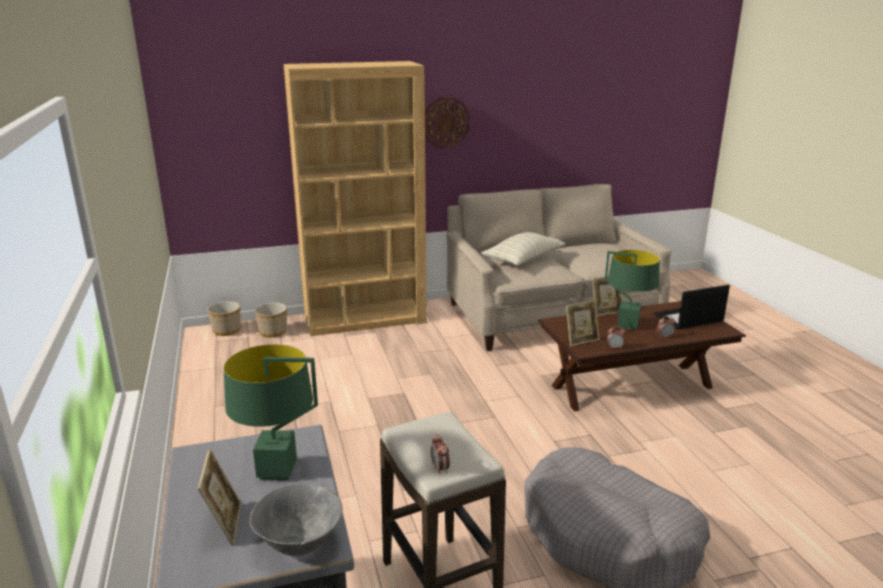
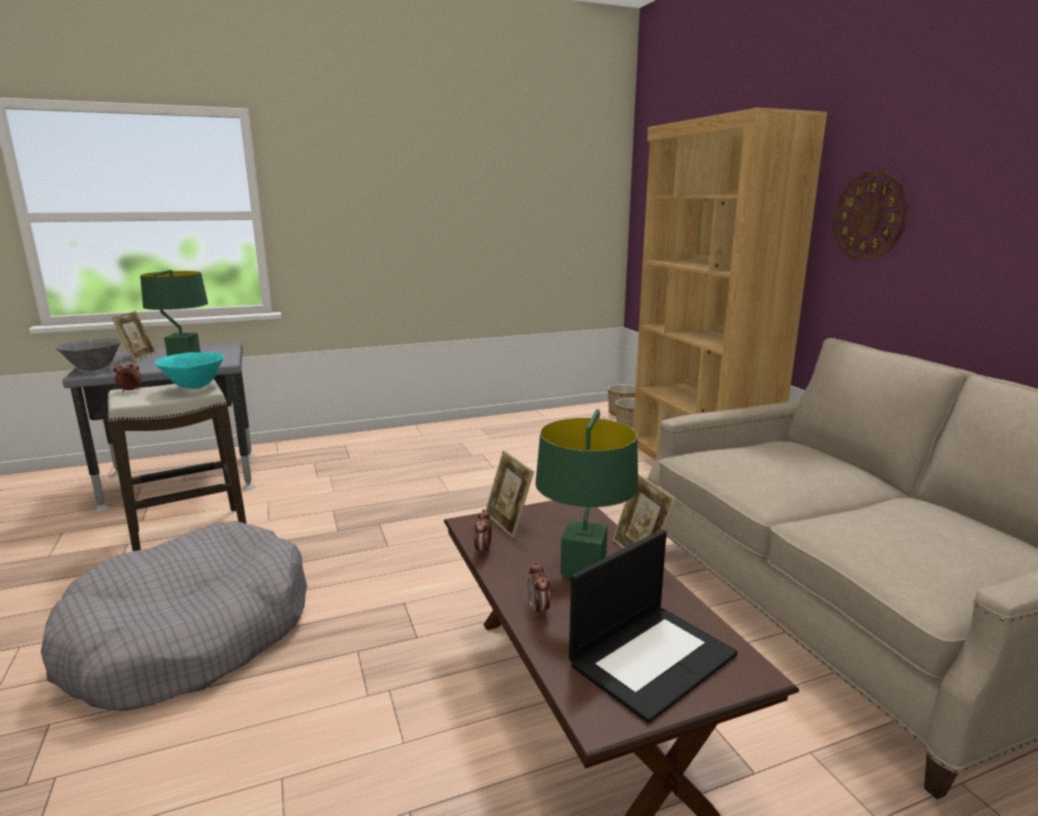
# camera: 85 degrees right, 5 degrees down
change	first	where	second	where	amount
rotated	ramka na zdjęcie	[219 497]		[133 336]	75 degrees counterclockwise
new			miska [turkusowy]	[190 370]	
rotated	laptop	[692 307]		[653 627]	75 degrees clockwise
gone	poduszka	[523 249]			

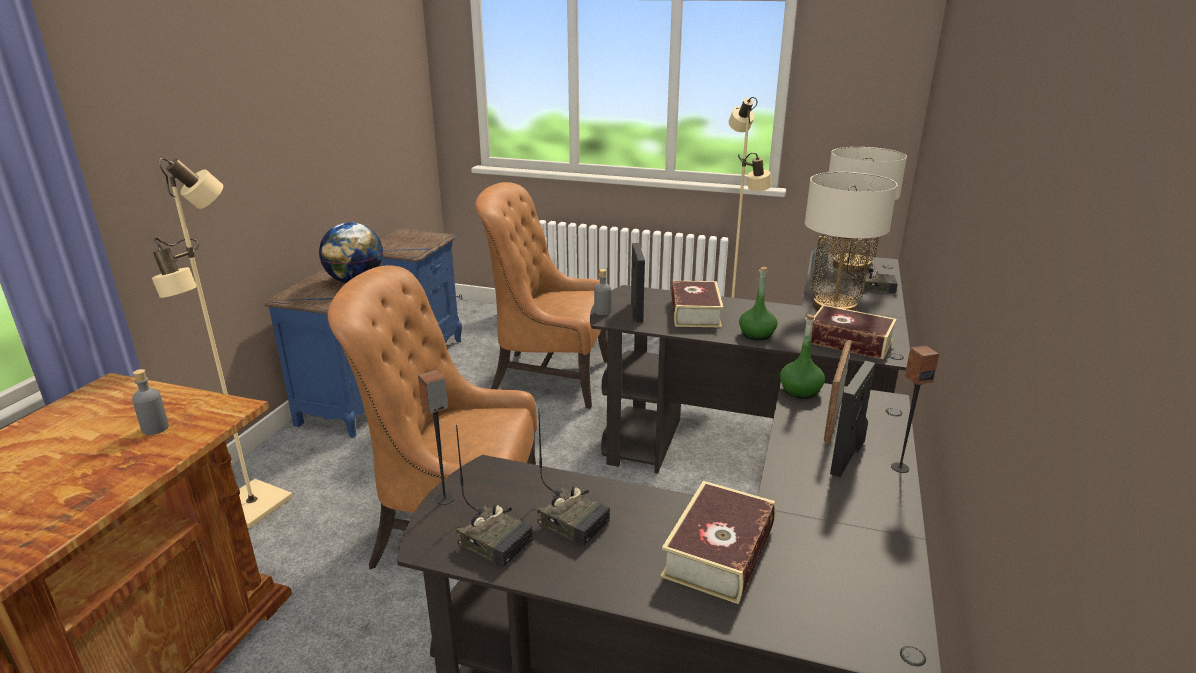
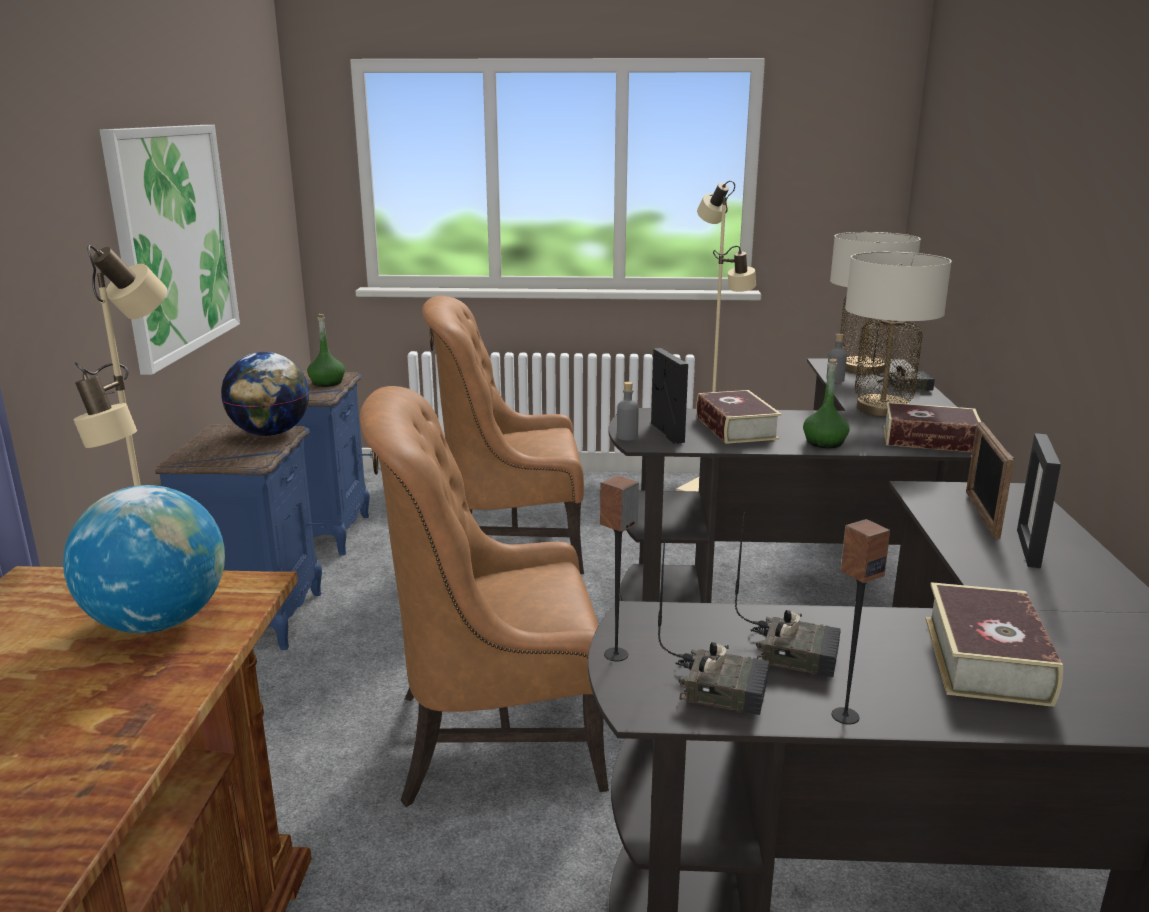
# camera: 15 degrees left, 5 degrees down
change	first	where	second	where	amount
swapped	butelka [szary]	[150 402]	globus	[144 559]	
new			obraz	[170 250]	
shifted	butelka [zielony]	[802 356]		[326 350]	
shifted	głośnik	[915 409]		[861 622]	

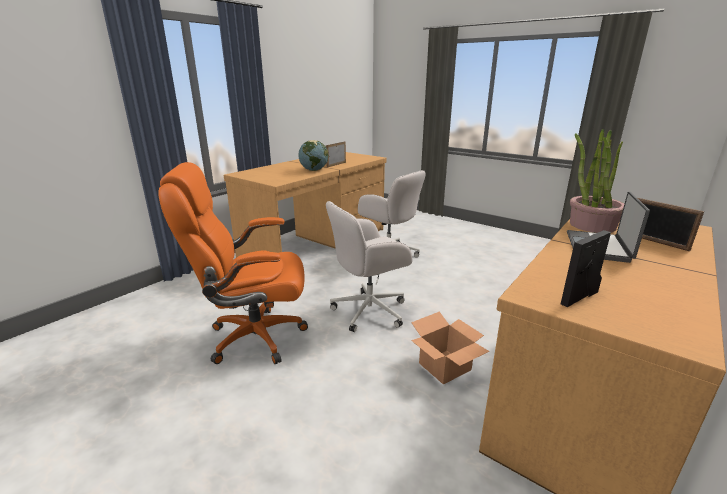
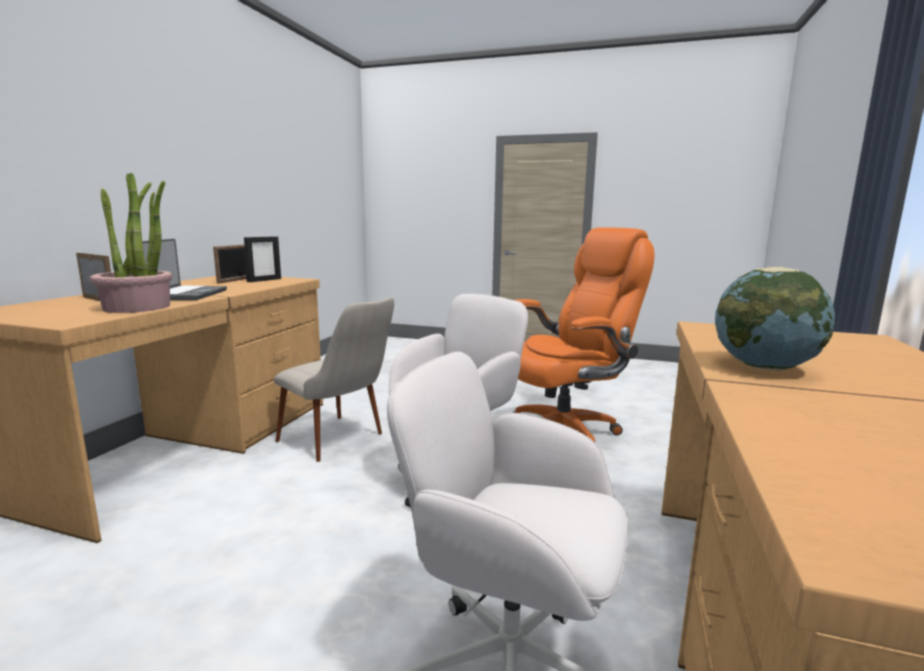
# camera: 160 degrees right, 10 degrees down
change	first	where	second	where	amount
shifted	ramka na zdjęcie	[336 155]		[229 264]	
swapped	karton	[450 348]	krzesło [beżowy]	[334 379]	

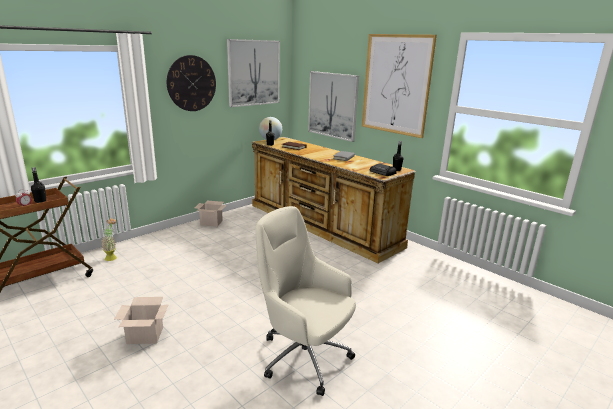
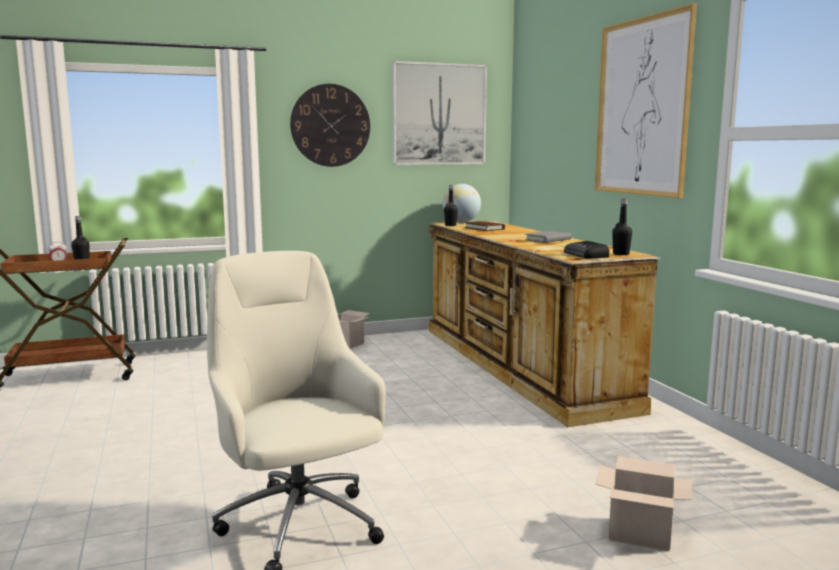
# camera: 25 degrees right, 10 degrees down
change	first	where	second	where	amount
shifted	karton	[141 320]		[643 503]	
gone	roślina doniczkowa	[109 239]			
gone	obraz	[333 106]			

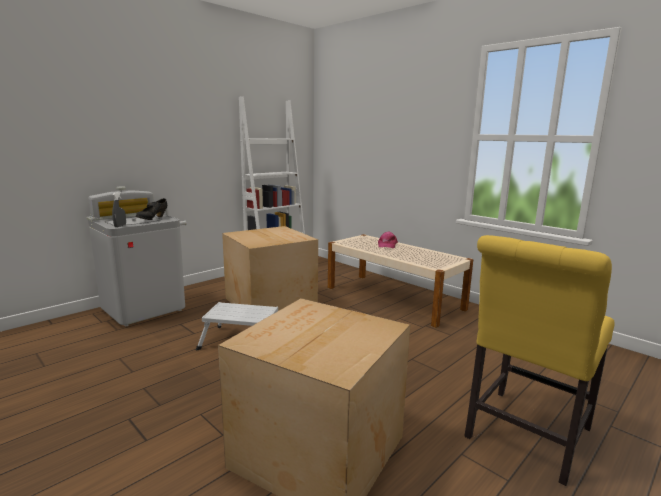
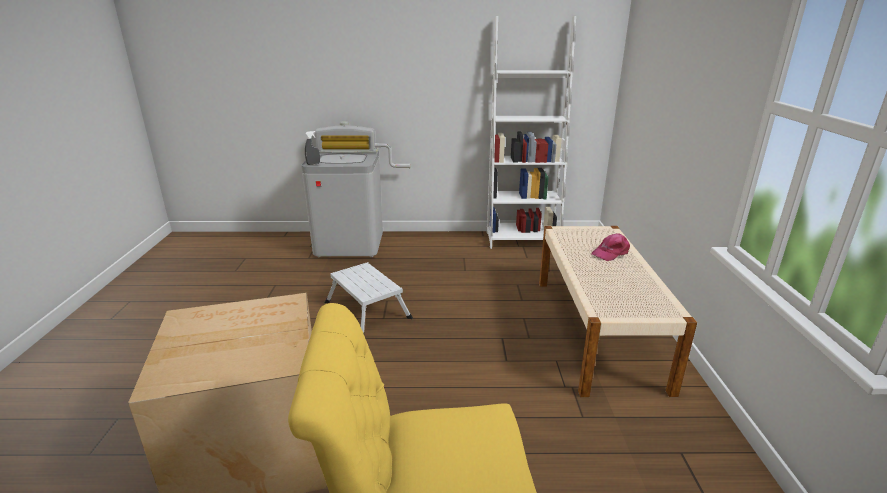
# camera: 45 degrees right, 10 degrees up
change	first	where	second	where	amount
gone	but [czarny]	[151 209]			
gone	karton	[270 268]			

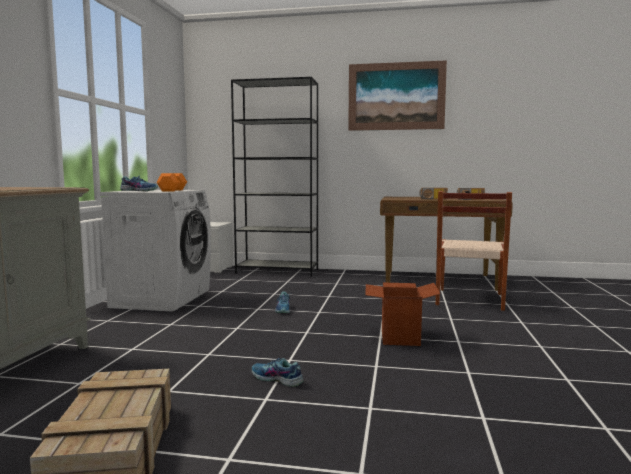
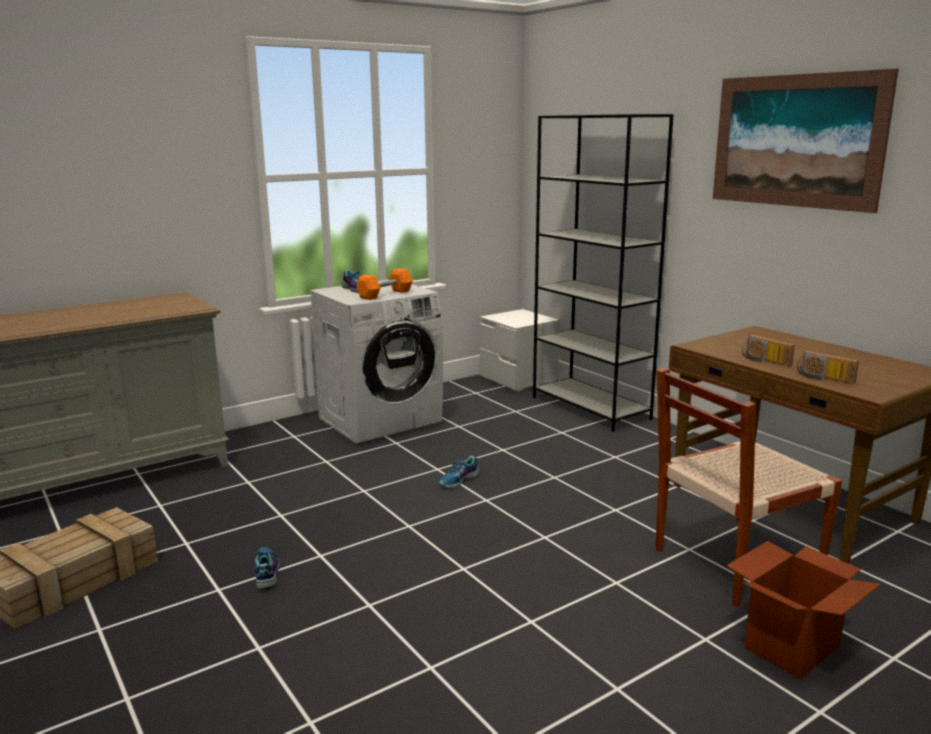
# camera: 45 degrees right, 10 degrees up
change	first	where	second	where	amount
shifted	karton	[403 314]		[803 610]	

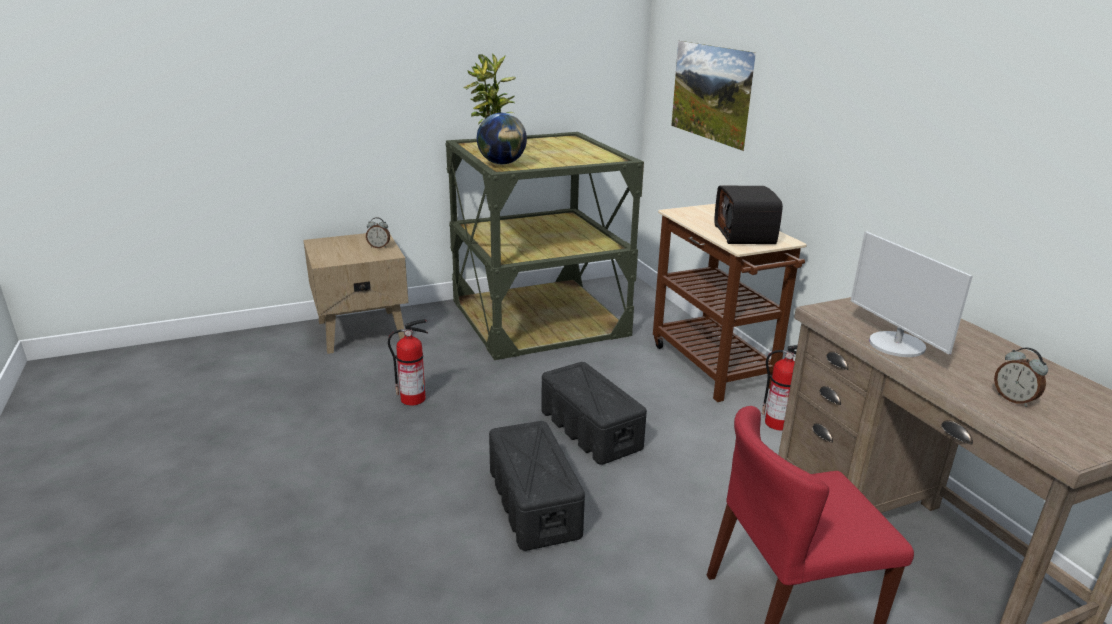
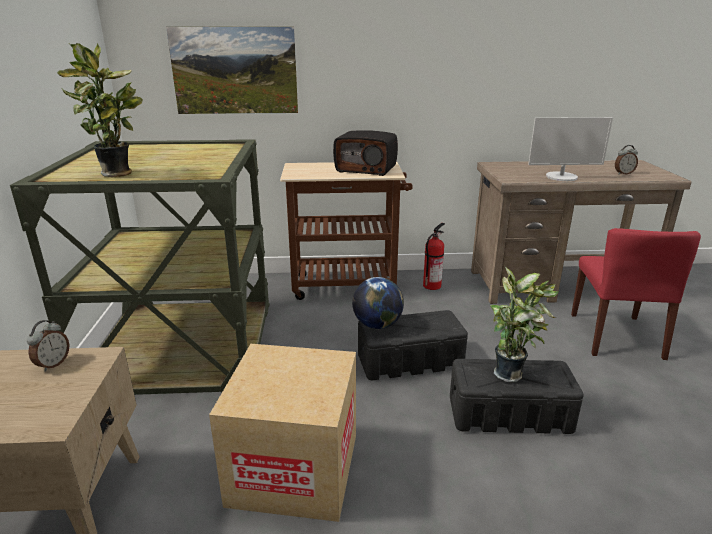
# camera: 70 degrees left, 0 degrees up
change	first	where	second	where	amount
swapped	gaśnica	[408 362]	karton	[282 433]	
shifted	globus	[502 138]		[378 303]	
new			roślina doniczkowa	[524 323]	

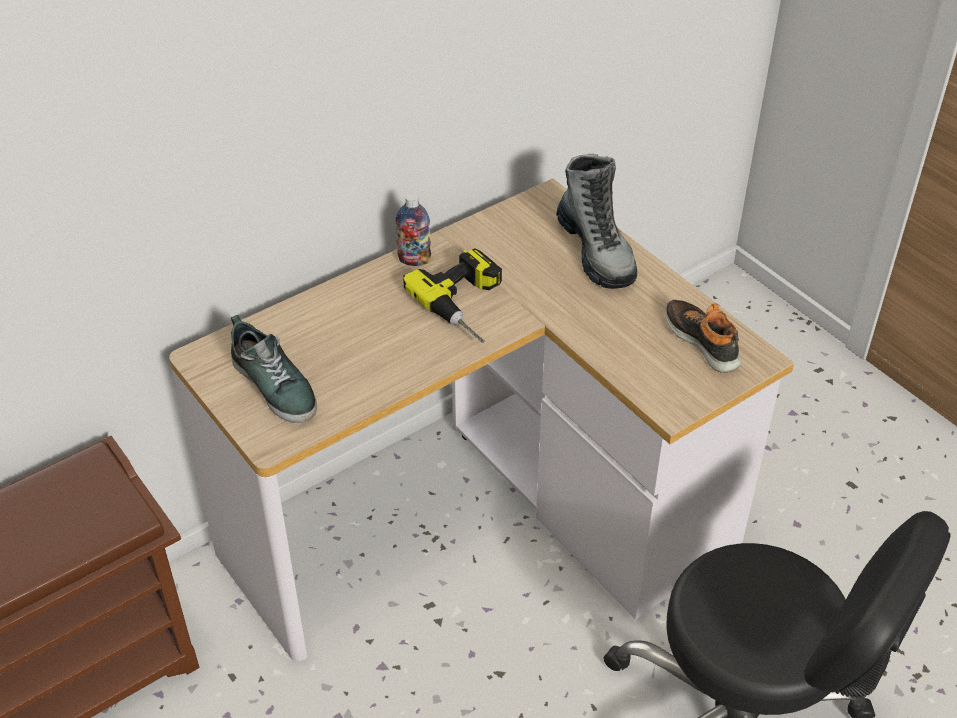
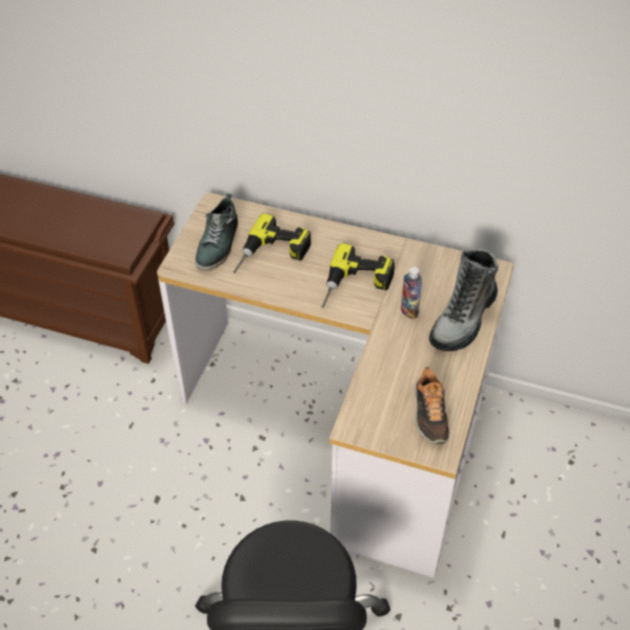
# camera: 55 degrees right, 5 degrees up
change	first	where	second	where	amount
new			wiertarka	[272 243]	
shifted	butelka	[413 229]		[411 293]	
rotated	but	[703 336]		[432 405]	150 degrees clockwise

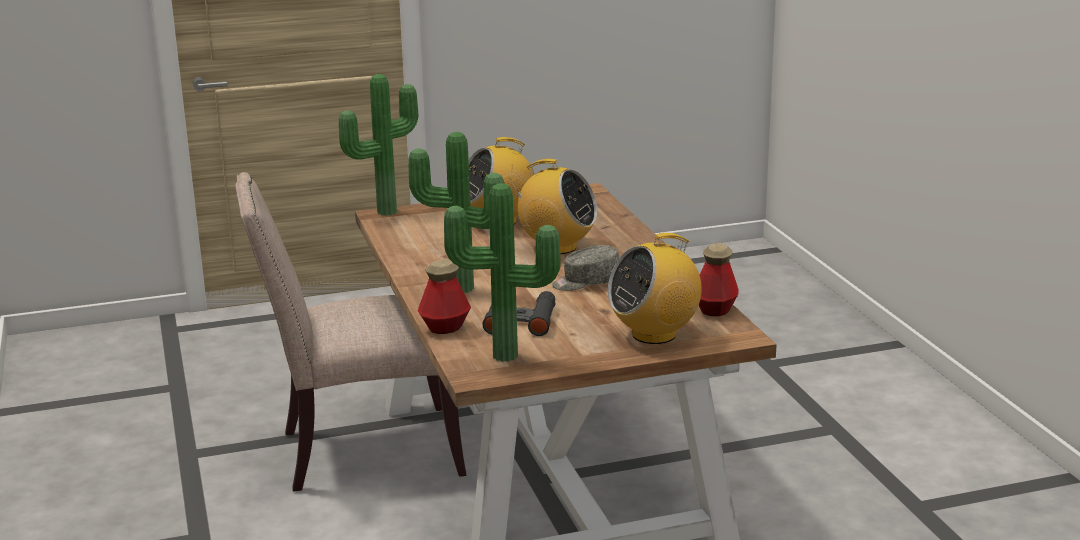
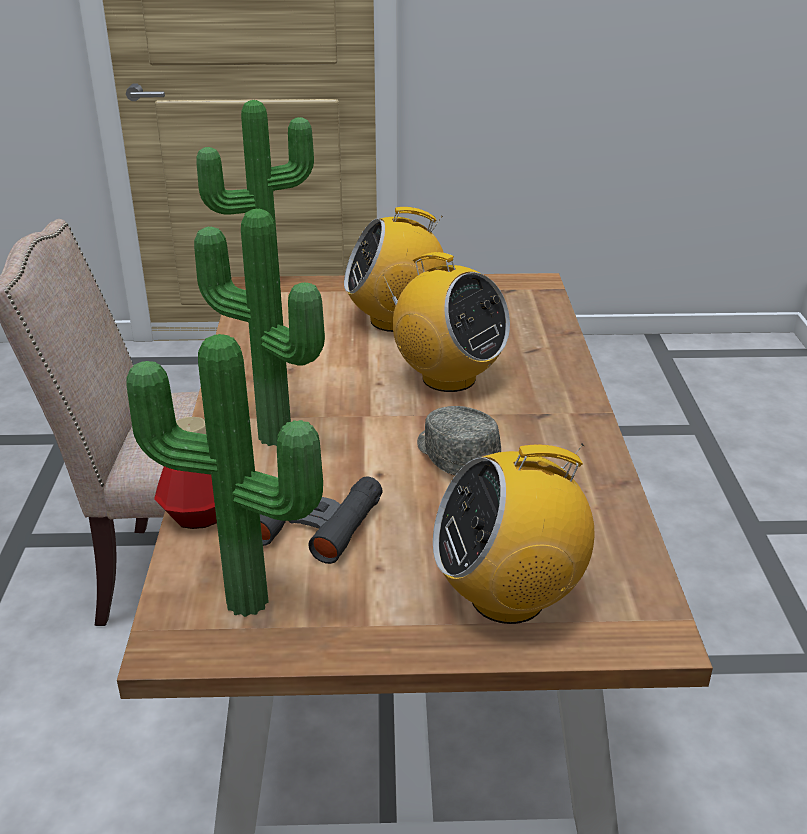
# camera: 15 degrees right, 10 degrees up
change	first	where	second	where	amount
rotated	czapka z daszkiem [szary]	[586 268]		[459 440]	60 degrees clockwise
gone	butelka	[719 279]			

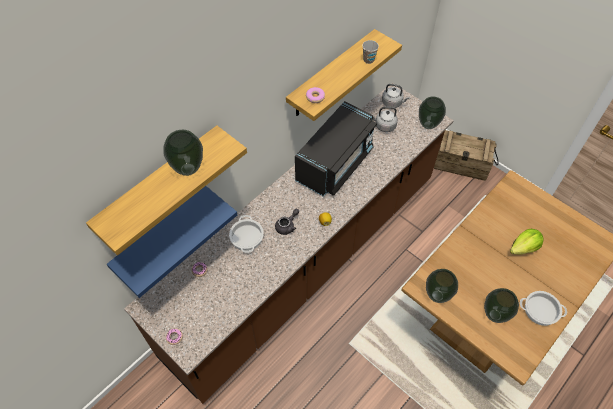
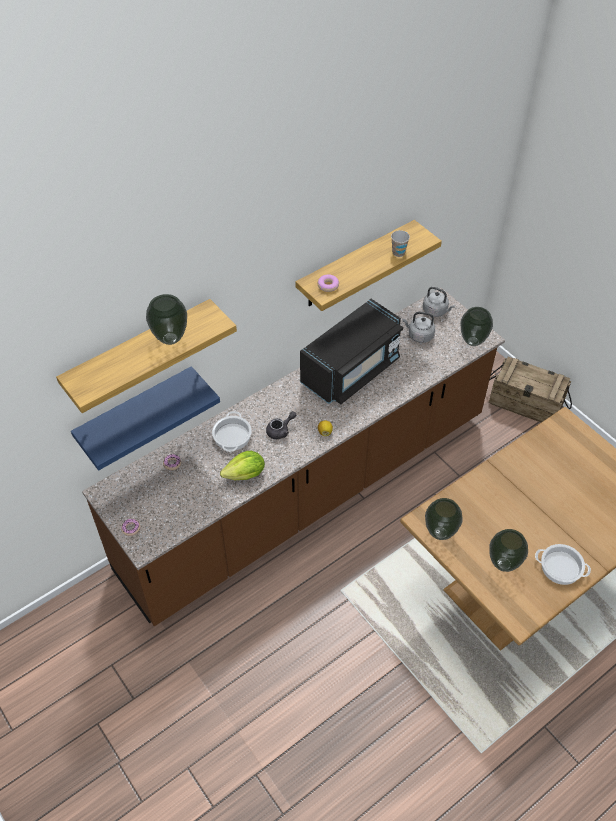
# camera: 10 degrees right, 5 degrees down
change	first	where	second	where	amount
shifted	sałata	[527 242]		[242 465]	

